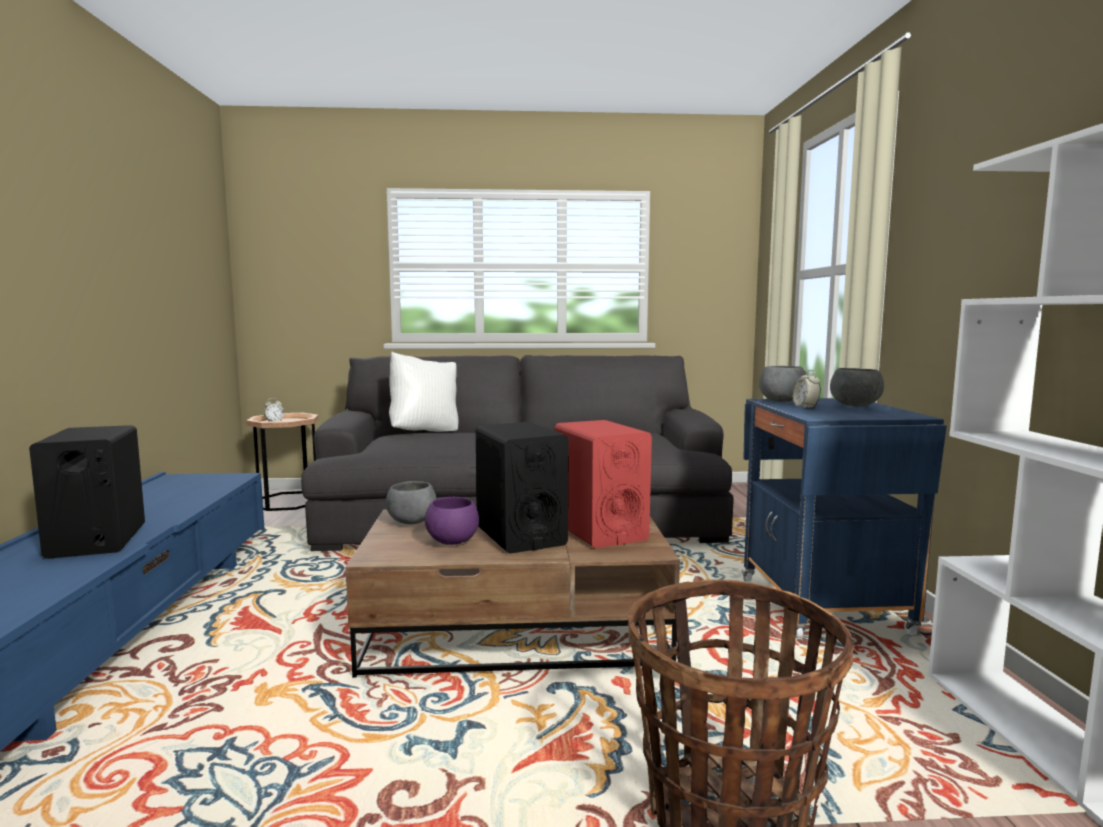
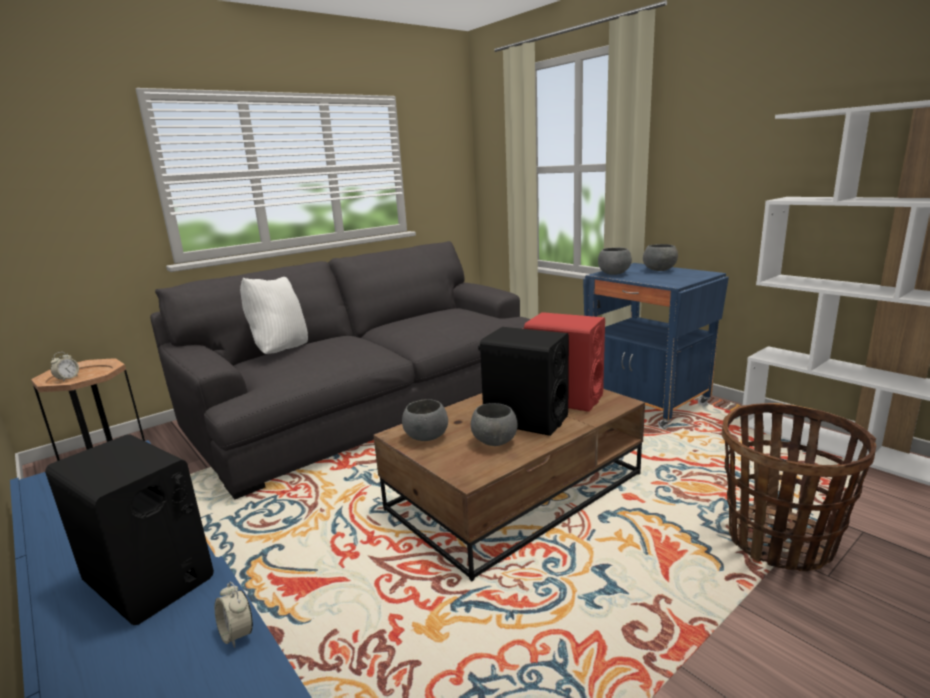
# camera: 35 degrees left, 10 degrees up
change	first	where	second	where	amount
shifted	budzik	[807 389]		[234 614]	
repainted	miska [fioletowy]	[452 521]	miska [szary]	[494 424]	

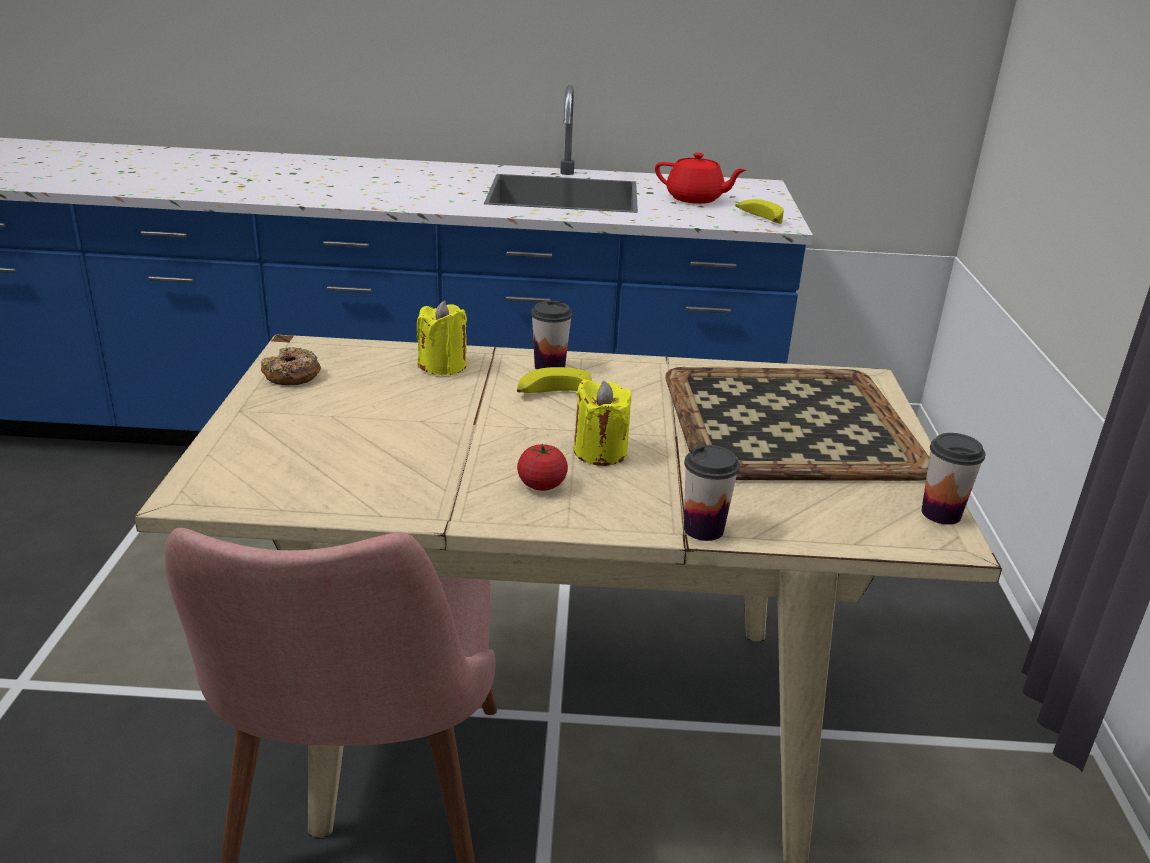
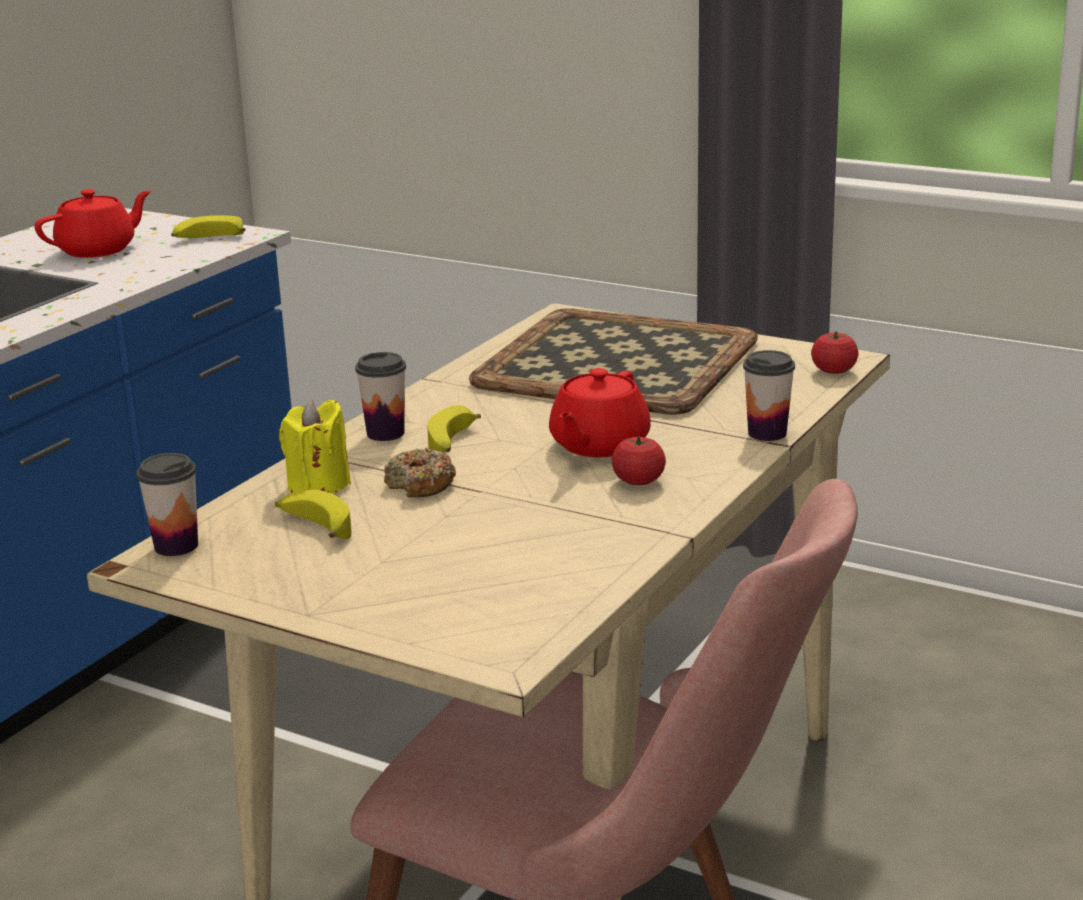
# camera: 60 degrees left, 5 degrees down
change	first	where	second	where	amount
shifted	filiżanka	[953 479]		[167 504]	
new			banan	[313 514]	
shifted	donut	[291 366]		[420 473]	
swapped	świeca [żółty]	[602 422]	imbryk [czerwony]	[600 412]	
new			pomidor	[834 353]	

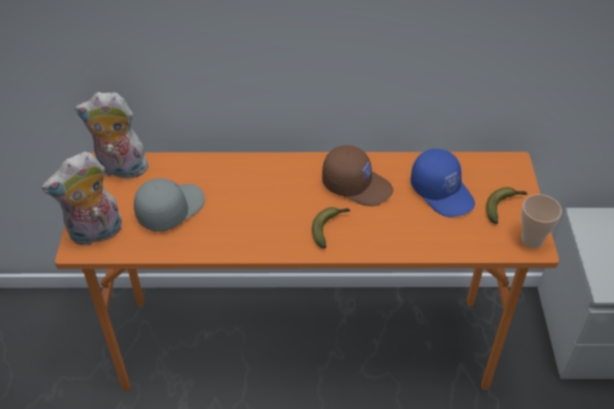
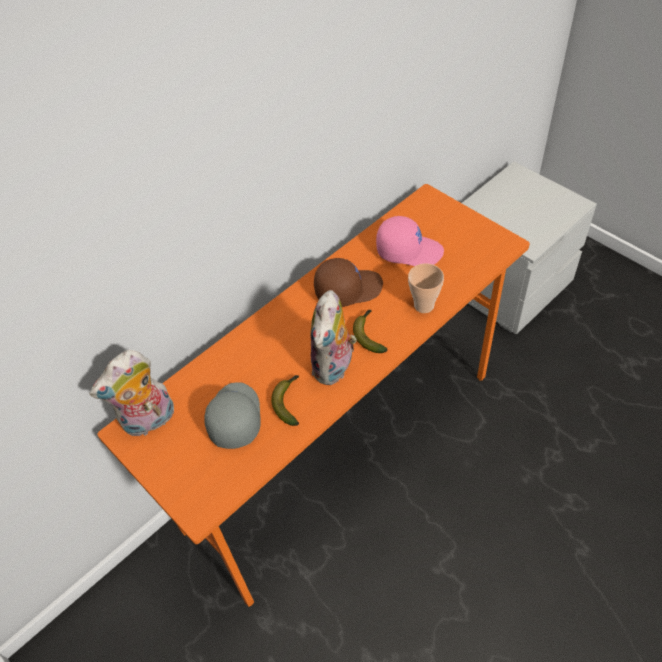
# camera: 40 degrees left, 5 degrees up
change	first	where	second	where	amount
shifted	banan	[506 205]		[285 400]	
shifted	pluszak	[82 199]		[333 337]	
repainted	czapka z daszkiem [niebieski]	[443 183]	czapka z daszkiem [różowy]	[410 241]	
shifted	filiżanka	[541 221]		[426 288]	

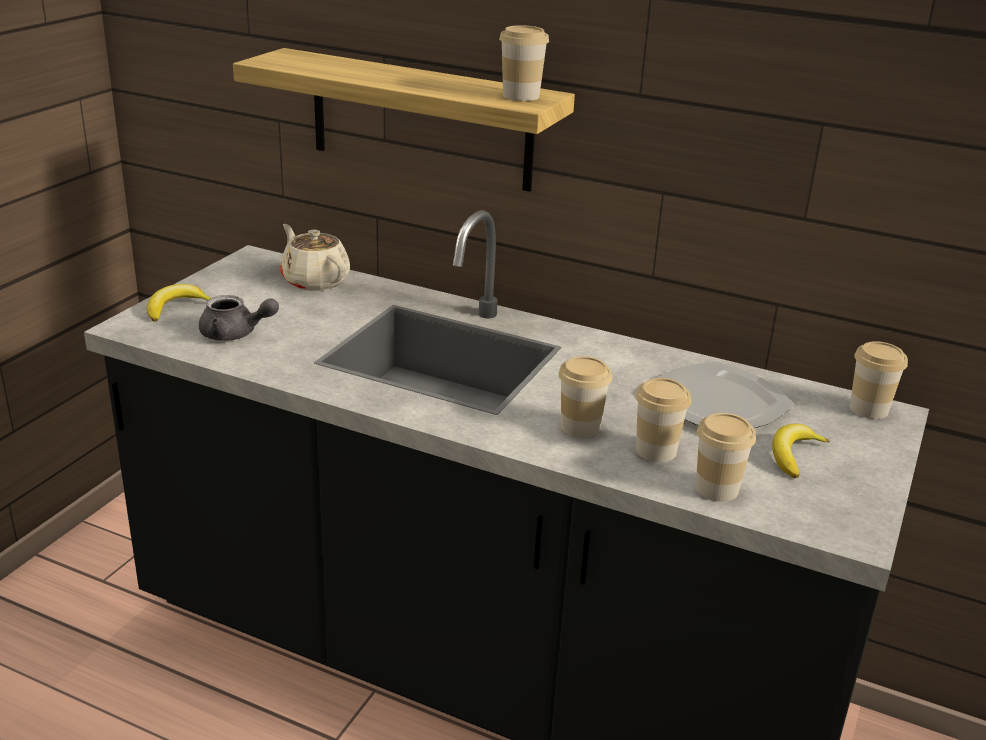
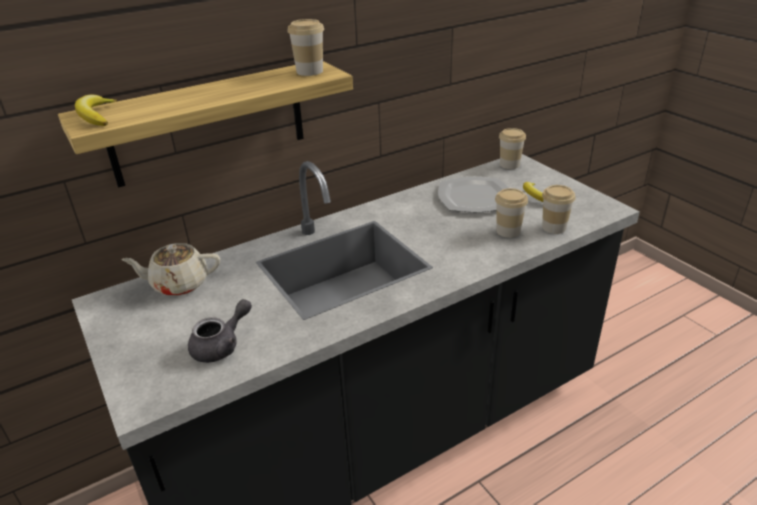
# camera: 55 degrees left, 5 degrees up
change	first	where	second	where	amount
shifted	banan	[179 303]		[96 110]	
gone	filiżanka	[585 397]			

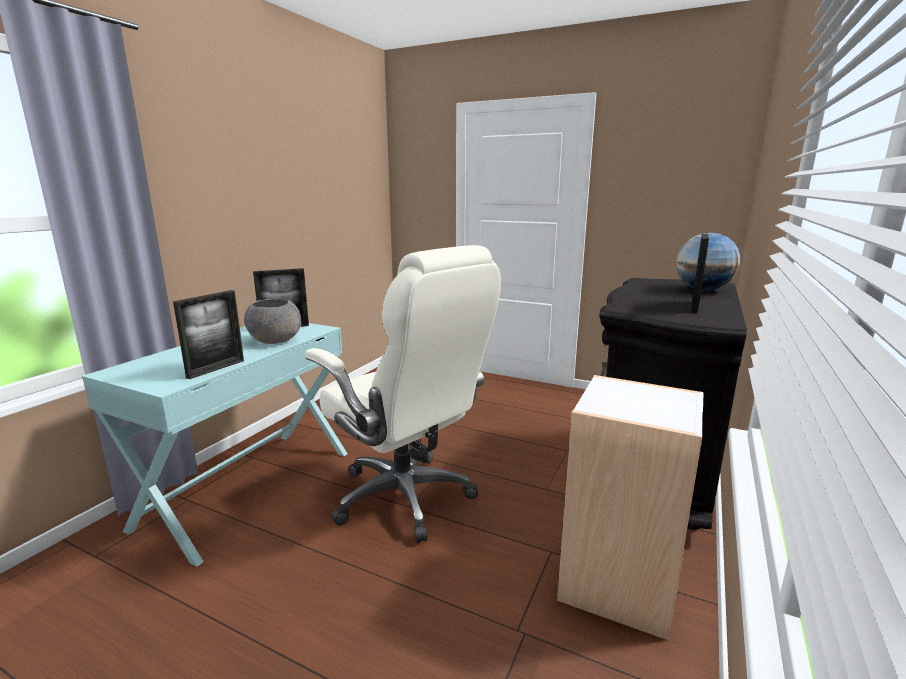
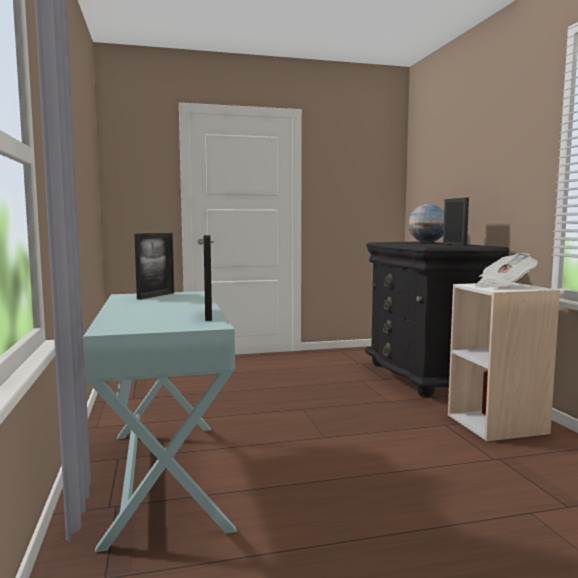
# camera: 40 degrees left, 10 degrees down
change	first	where	second	where	amount
new			gazeta	[506 270]	
gone	miska [szary]	[272 321]			
gone	krzesło biurowe [biały]	[403 394]			

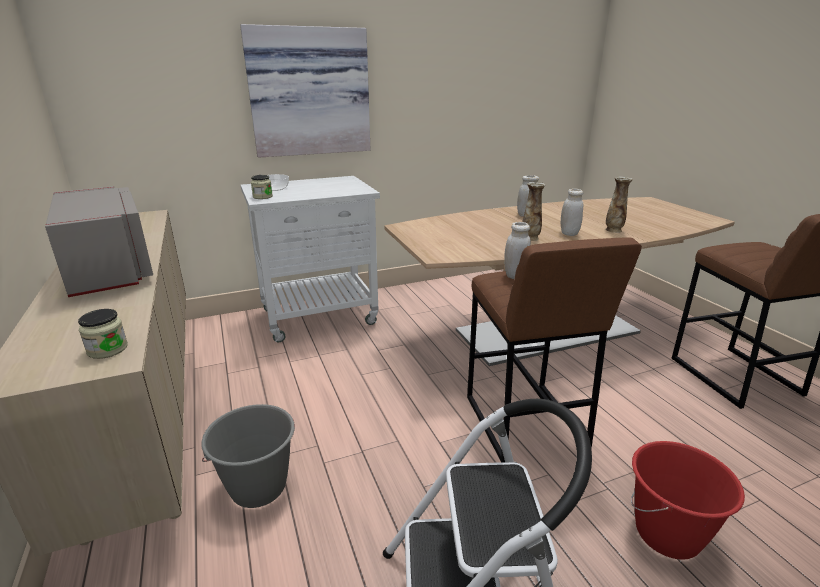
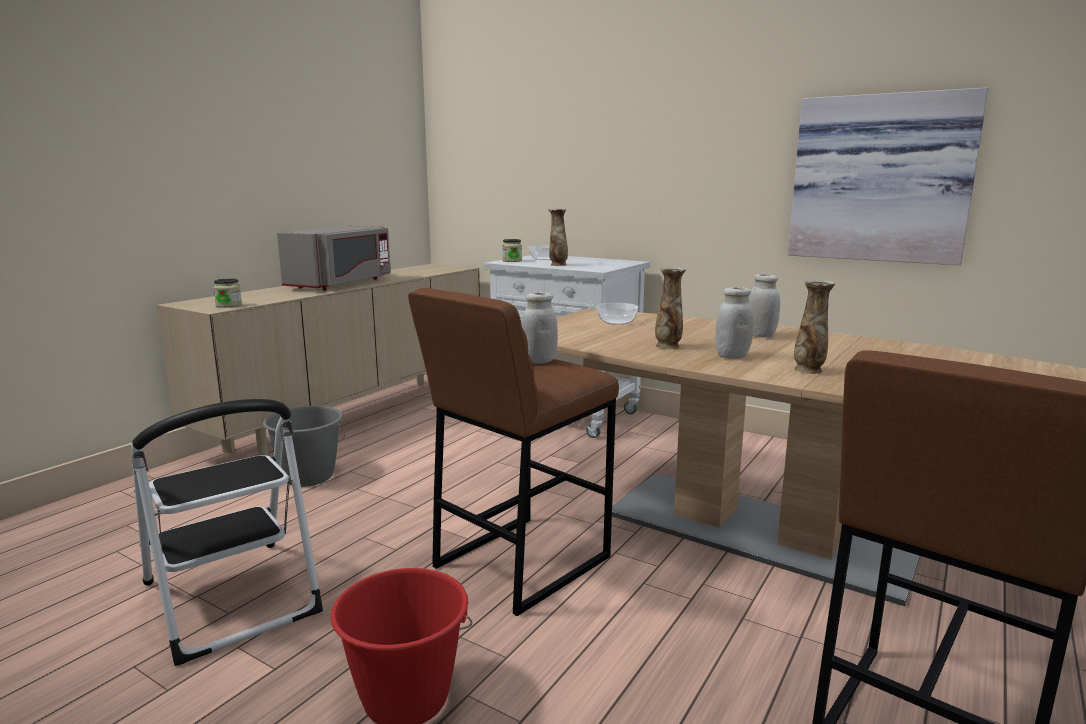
# camera: 55 degrees right, 10 degrees down
change	first	where	second	where	amount
new			wazon	[558 237]	
new			miska	[617 314]	
shifted	obraz	[305 91]		[888 176]	

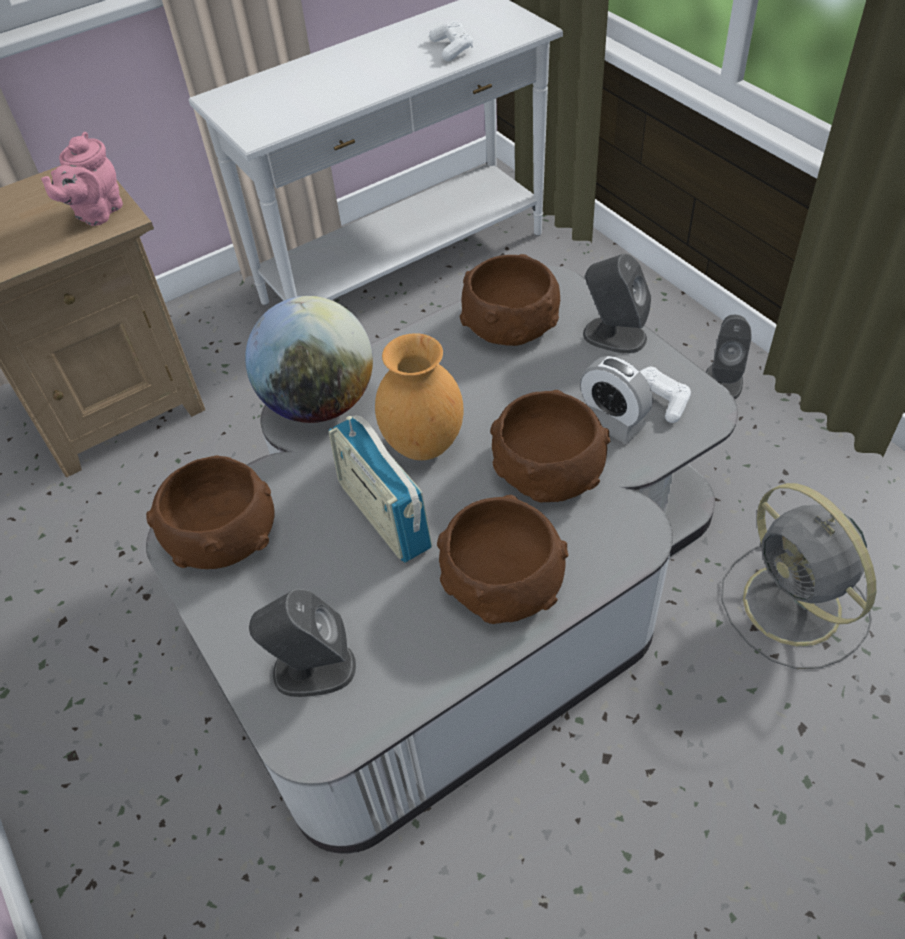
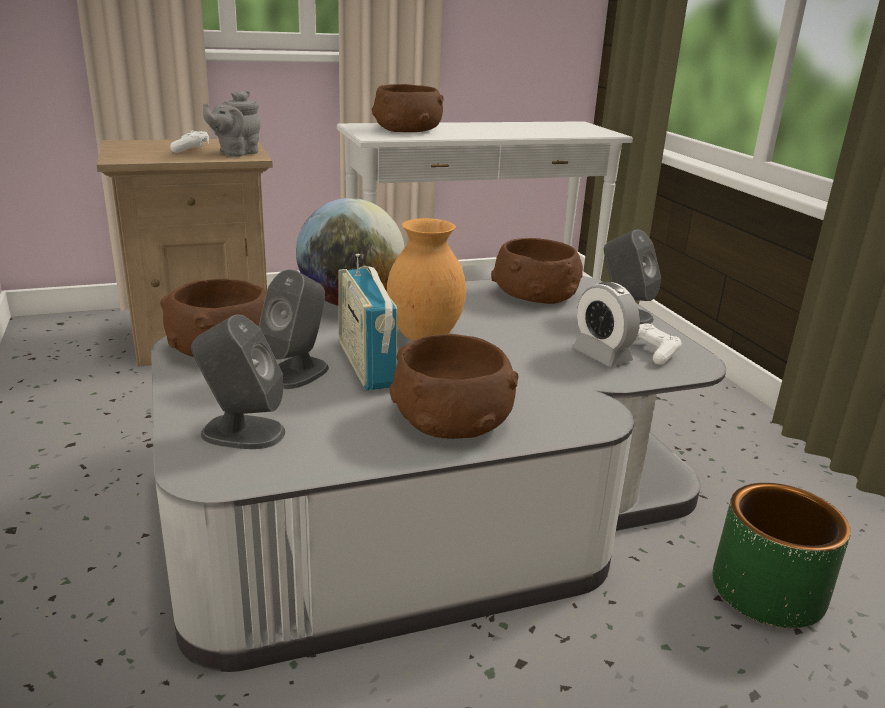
# camera: 10 degrees right, 25 degrees down
change	first	where	second	where	amount
shifted	pad do gier [biały]	[451 41]		[189 142]	
repainted	imbryk [różowy]	[82 179]	imbryk [szary]	[231 123]	
shifted	głośnik [szary]	[728 357]		[294 329]	
shifted	miska [brązowy]	[550 446]		[408 108]	
swapped	wentylator [szary]	[798 576]	donica [zielony]	[781 555]	

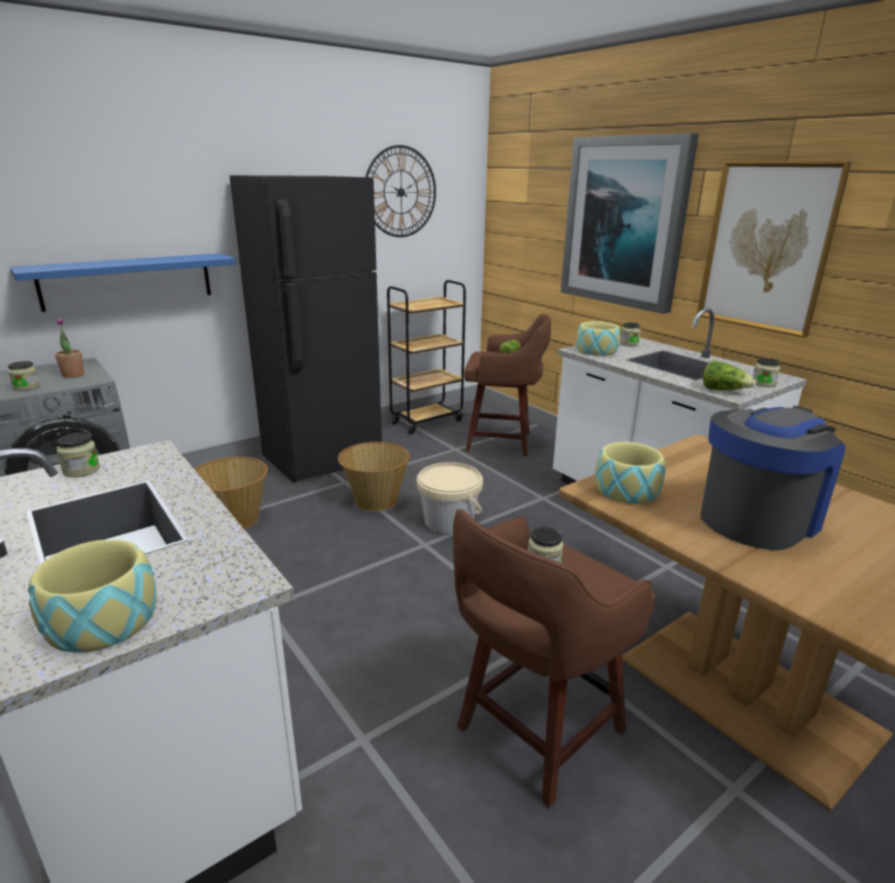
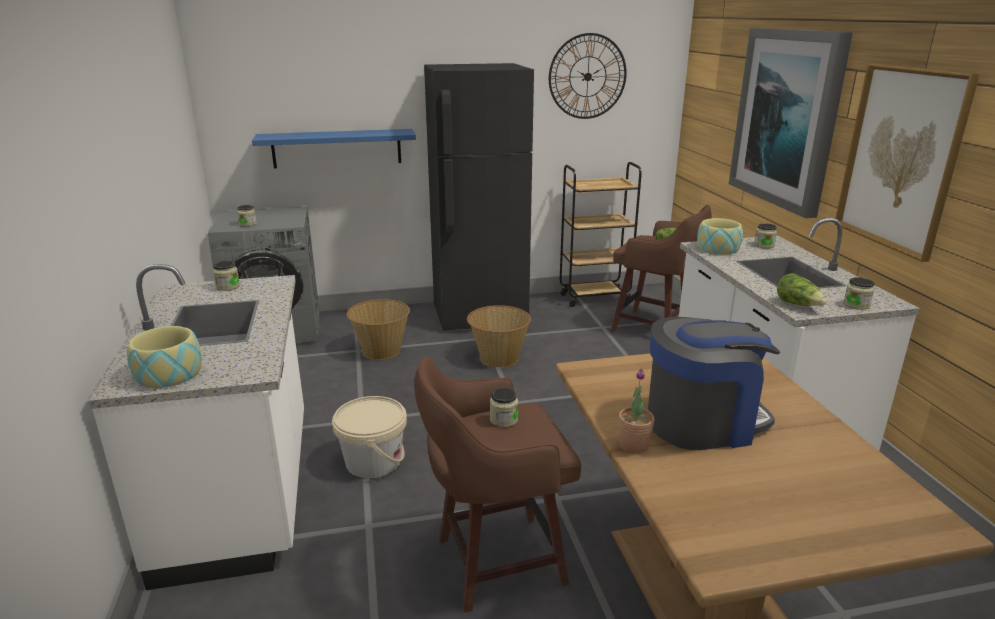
# camera: 25 degrees right, 0 degrees up
change	first	where	second	where	amount
shifted	wiadro [beżowy]	[450 498]		[369 437]	
shifted	roślina doniczkowa	[69 348]		[637 411]	
gone	miska	[630 473]			

